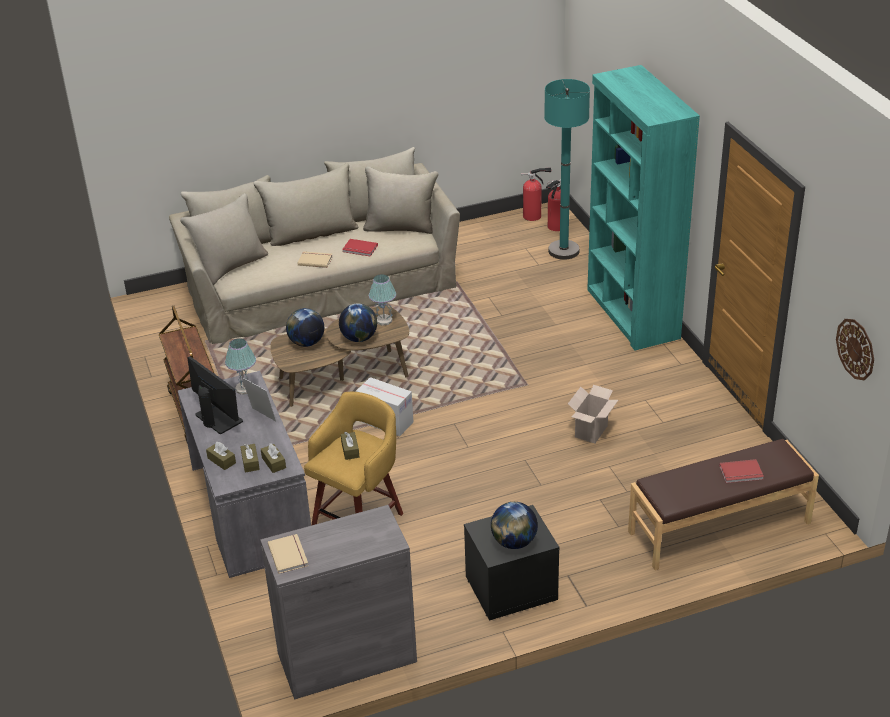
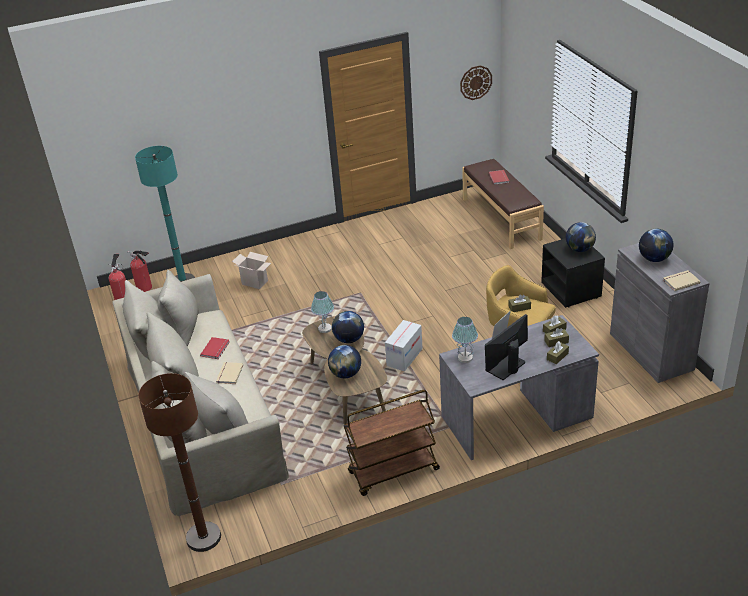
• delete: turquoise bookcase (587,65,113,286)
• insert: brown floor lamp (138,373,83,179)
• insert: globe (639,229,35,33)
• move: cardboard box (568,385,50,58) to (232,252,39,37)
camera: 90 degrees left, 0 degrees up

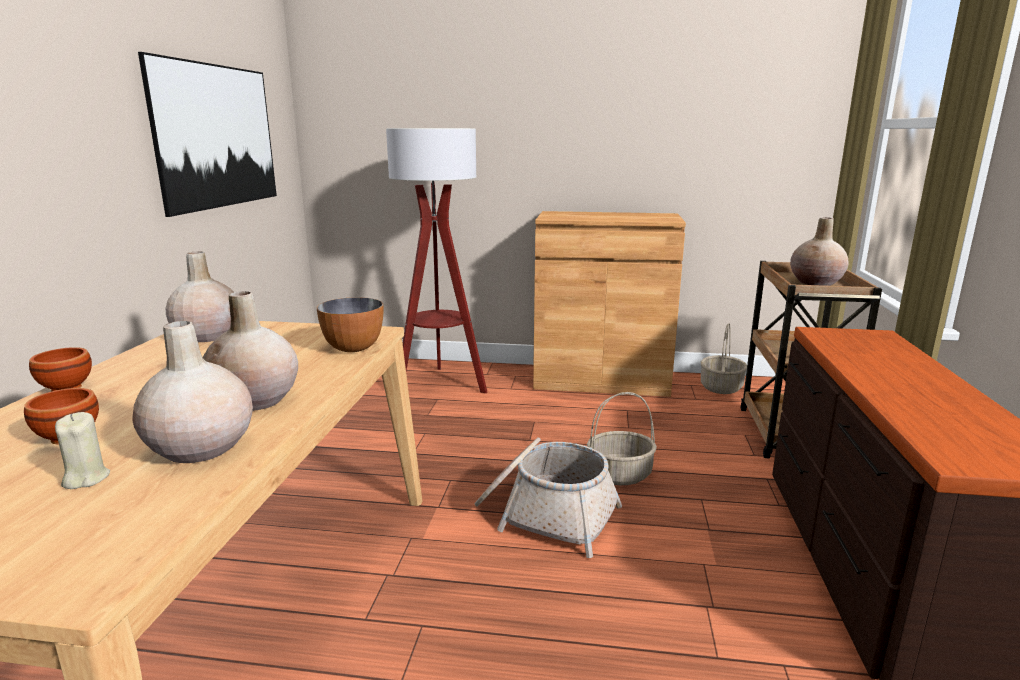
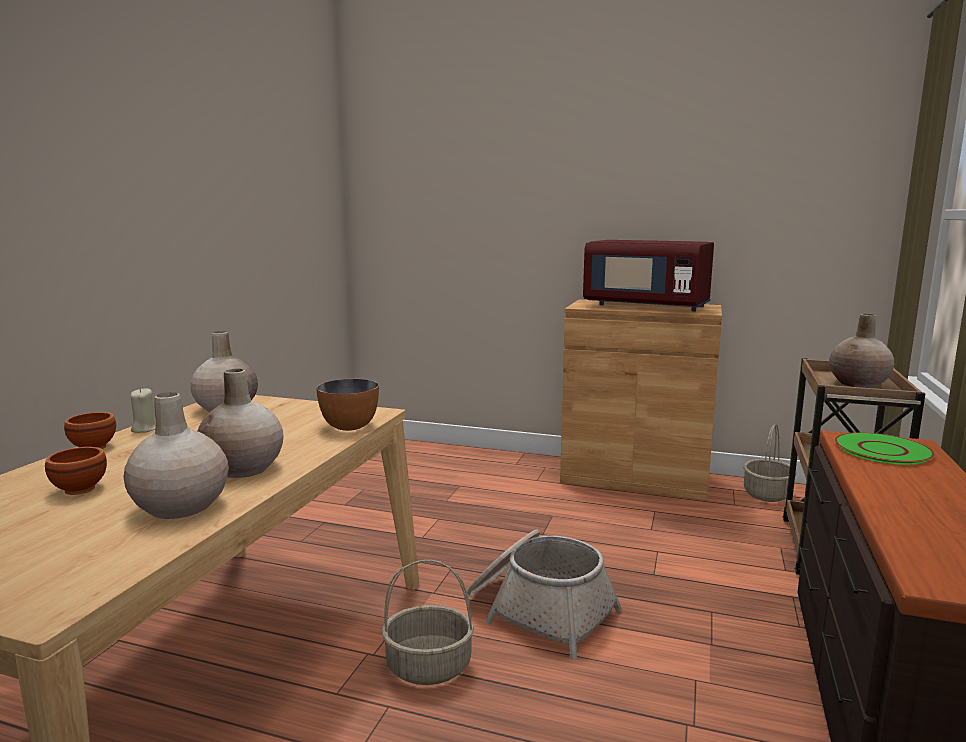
• delete: picture (138,52,139,165)
• delete: floor lamp (386,128,101,265)
• insert: red microwave (583,240,131,72)
• insert: green plate (834,432,101,33)
• move: beige candle (55,412,55,77) to (131,388,25,45)
• move: basket (587,392,70,93) to (382,560,92,125)
camera: 10 degrees right, 5 degrees down

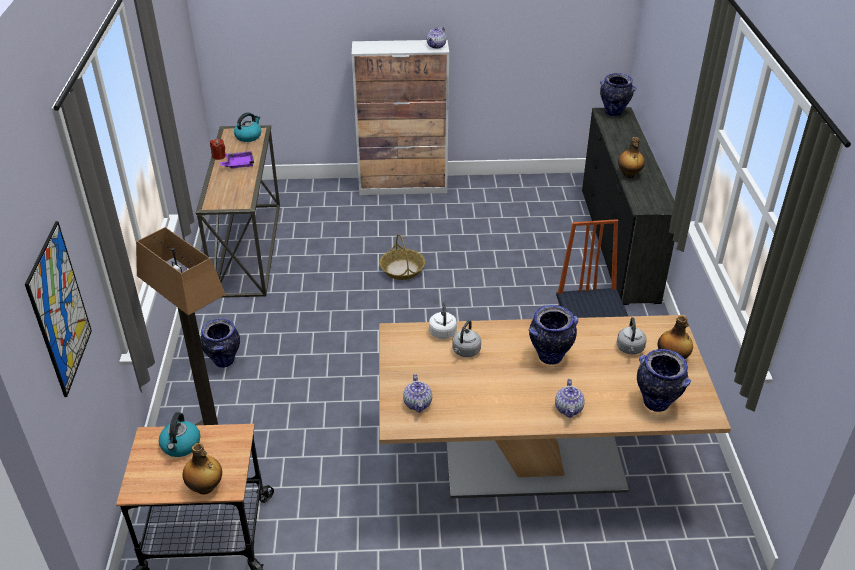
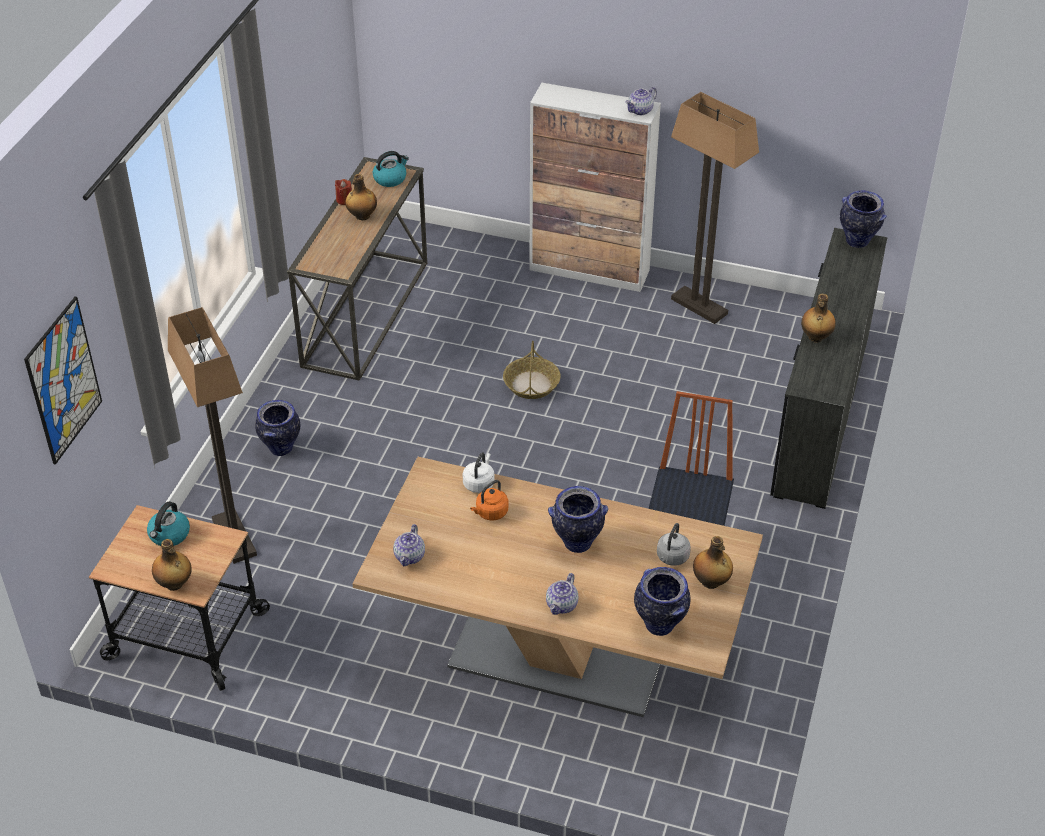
• insert: floor lamp (671,92,88,232)
• replace: purple tray (220,151,34,18) to bottle (345,174,32,46)
• recolor: grey kettle (452,320,29,37) to orange kettle (470,480,38,40)
camera: 20 degrees right, 5 degrees up

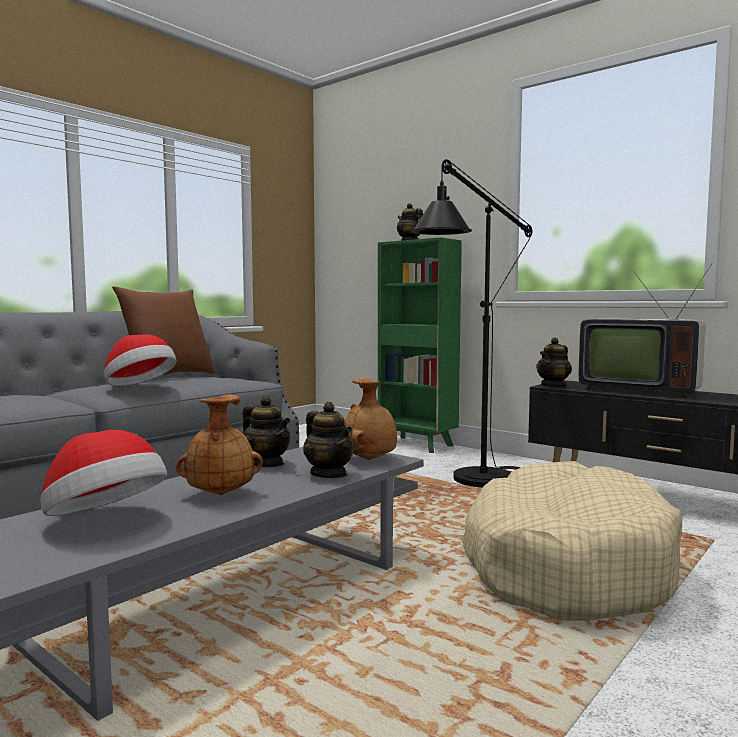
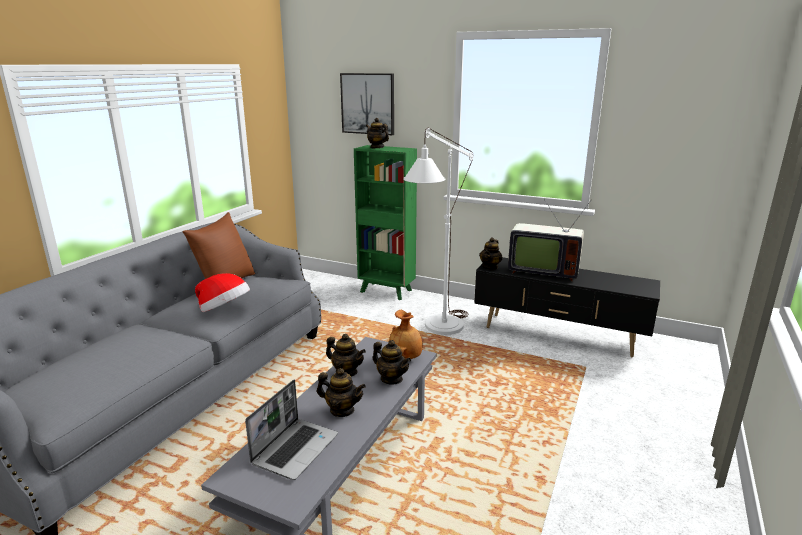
• delete: beige dog bed (462,461,220,159)
• insert: picture (340,73,54,62)
• replace: hat (40,430,127,86) to laptop (245,380,93,100)
• replace: brown vase (176,394,87,101) to teapot (317,368,49,49)
• recolor: black floor lamp (411,159,121,329) to white floor lamp (403,128,71,207)
camera: 15 degrees left, 15 degrees up

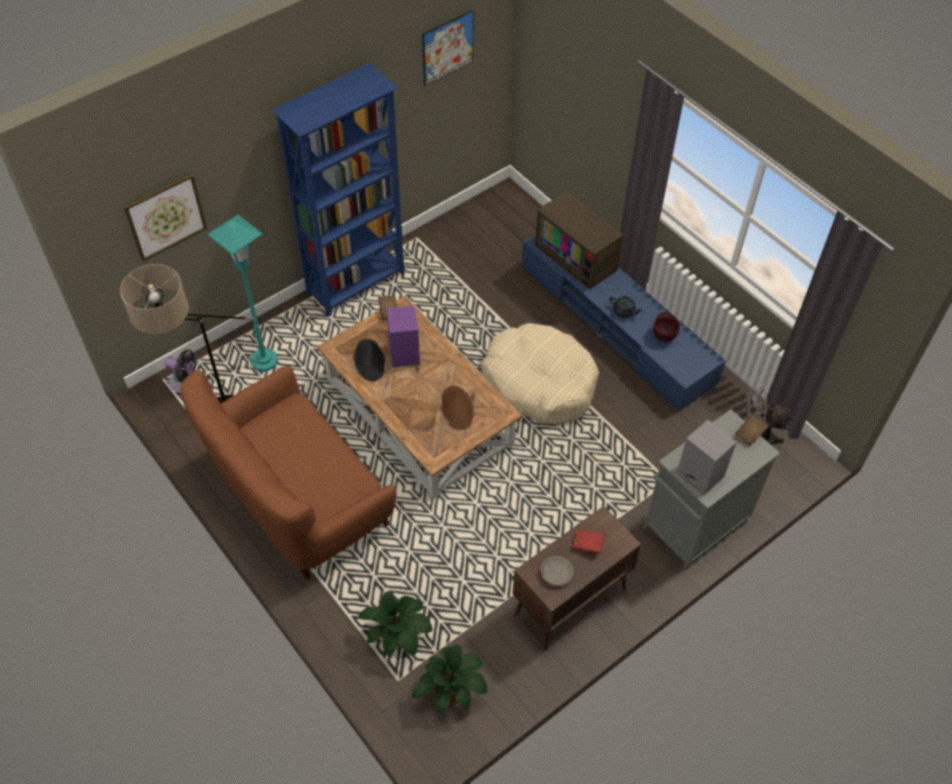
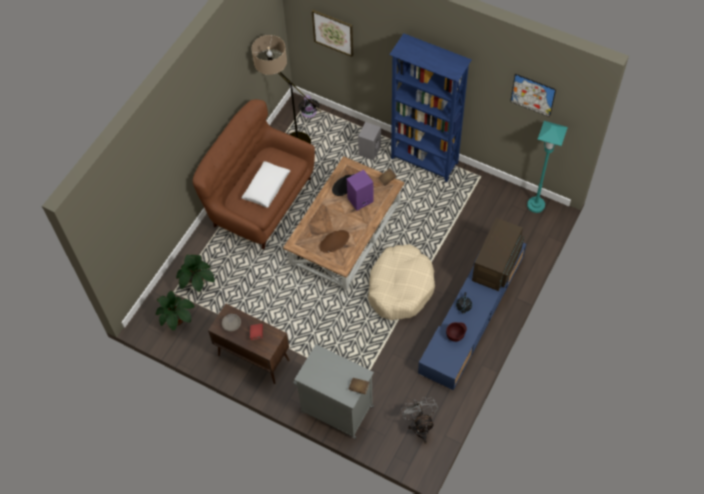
• insert: white pillow (241,161,49,47)
• move: turquoise floor lamp (208,214,70,157) to (527,121,41,92)
• move: grey speaker (677,420,60,75) to (358,122,23,38)
camera: 70 degrees right, 5 degrees up

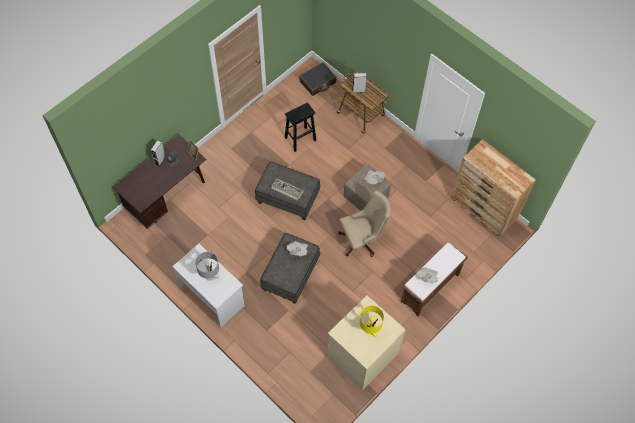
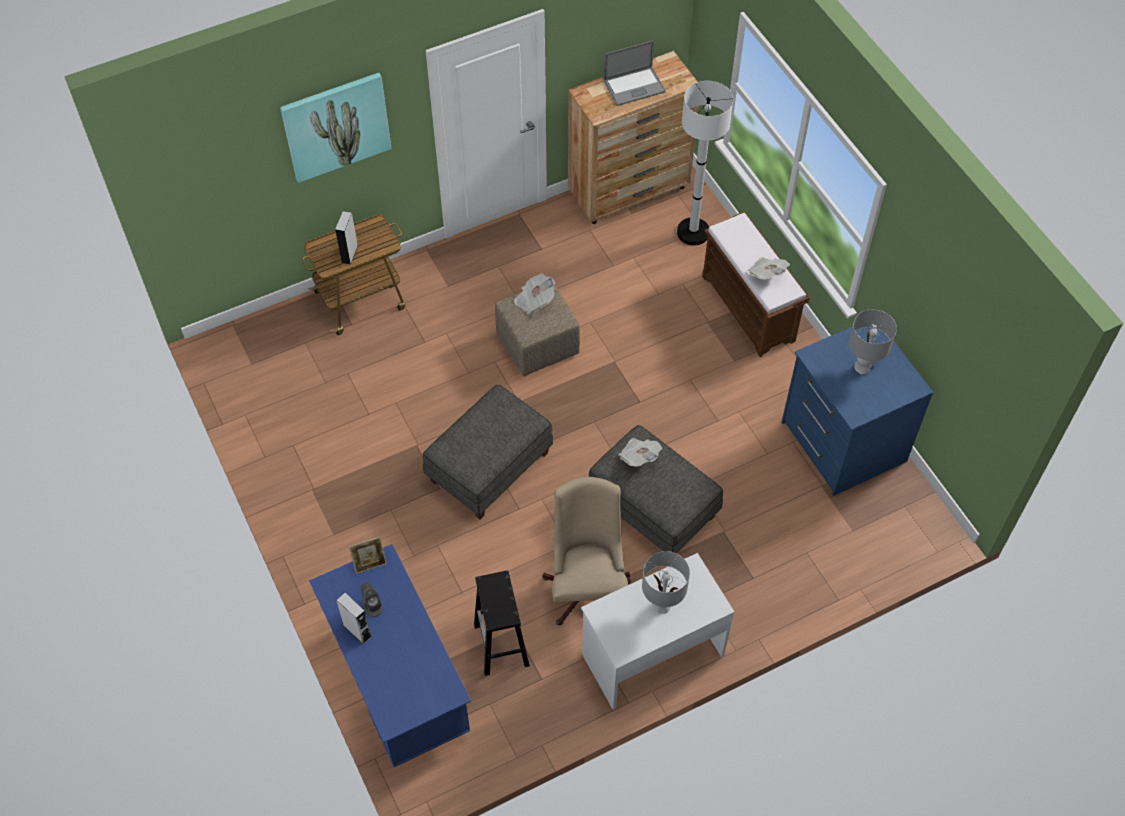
• delete: keyboard (271,178,33,22)
• delete: black suitcase (299,62,37,34)
• insert: picture (280,73,111,110)
• insert: laptop (604,41,62,65)
• insert: white floor lamp (677,81,56,164)
• move: black stool (284,102,32,50) to (474,571,56,105)
• move: beige office chair (338,191,53,66) to (542,477,89,148)
• recolor: brown desk (113,135,94,94) to blue desk (309,544,162,223)
• recolor: beige dresser (327,295,79,95) to blue dresser (781,326,152,170)
• recolor: yellow table lamp (359,306,25,31) to grey table lamp (849,309,48,65)
camera: 70 degrees left, 5 degrees down

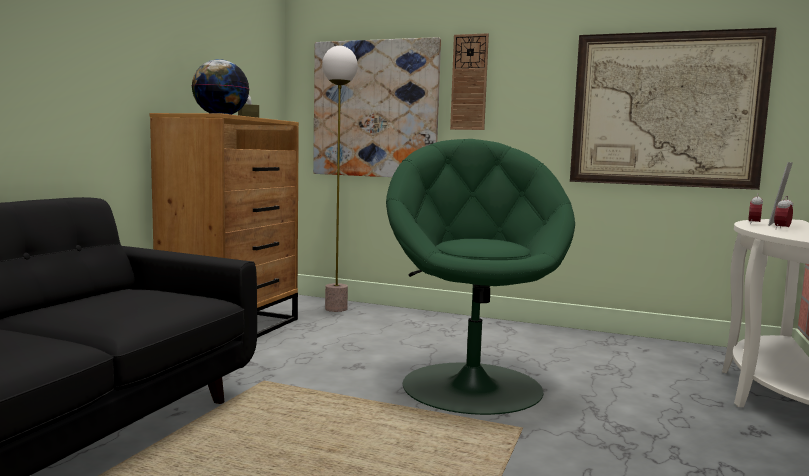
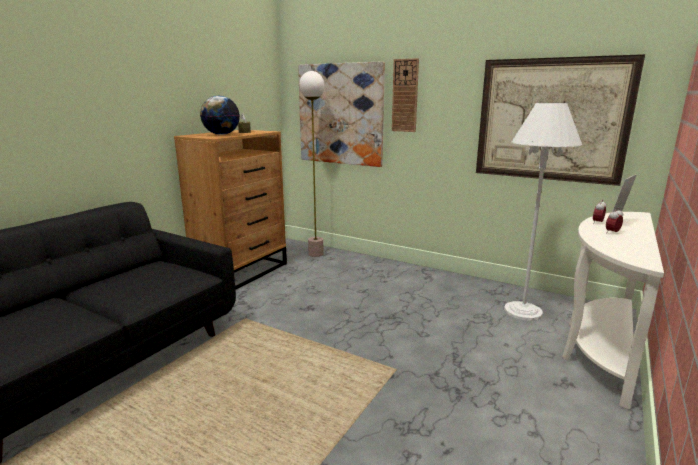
• delete: green armchair (386,139,189,276)
• insert: white floor lamp (504,103,78,218)
camera: 10 degrees right, 10 degrees up

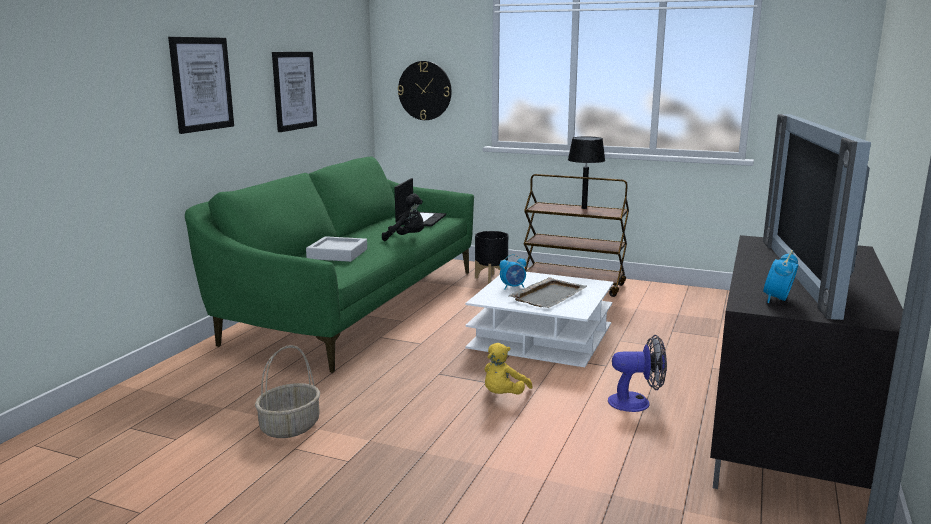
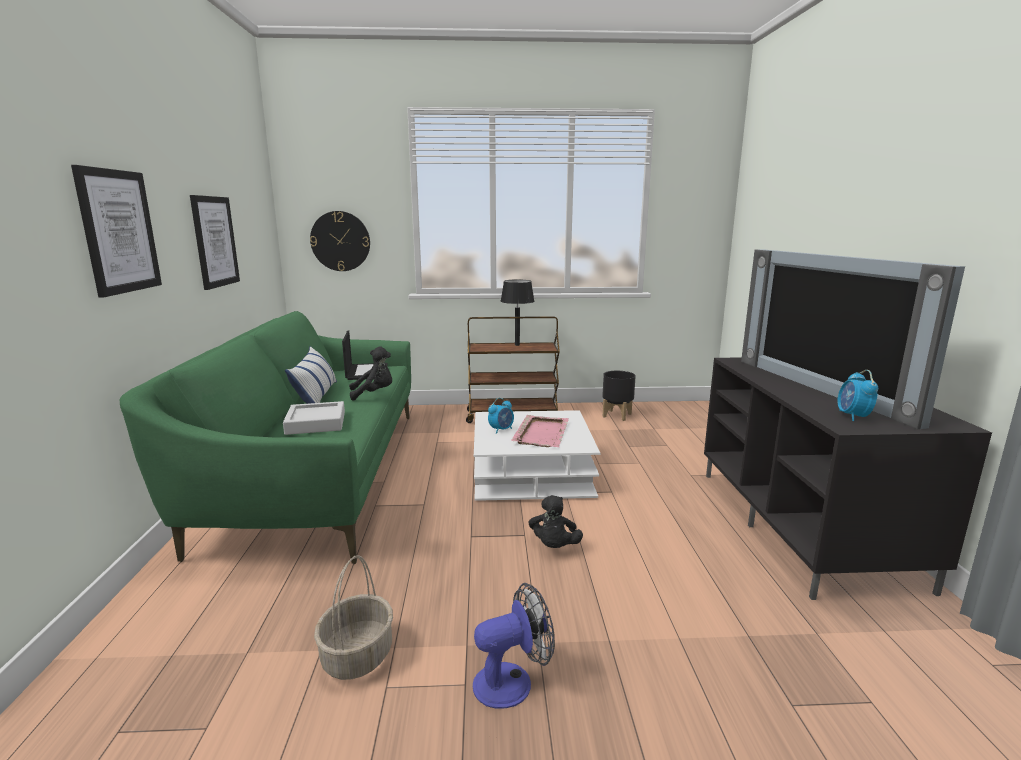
• insert: pillow (285,346,52,58)
• move: black planter (475,231,33,53) to (602,371,34,50)
• move: fan (608,335,59,77) to (473,583,82,126)
• recolor: yellow plush toy (484,343,49,51) to black plush toy (529,495,54,53)
• recolor: grey tray (509,277,79,31) to pink tray (511,415,58,32)
camera: 25 degrees left, 0 degrees up

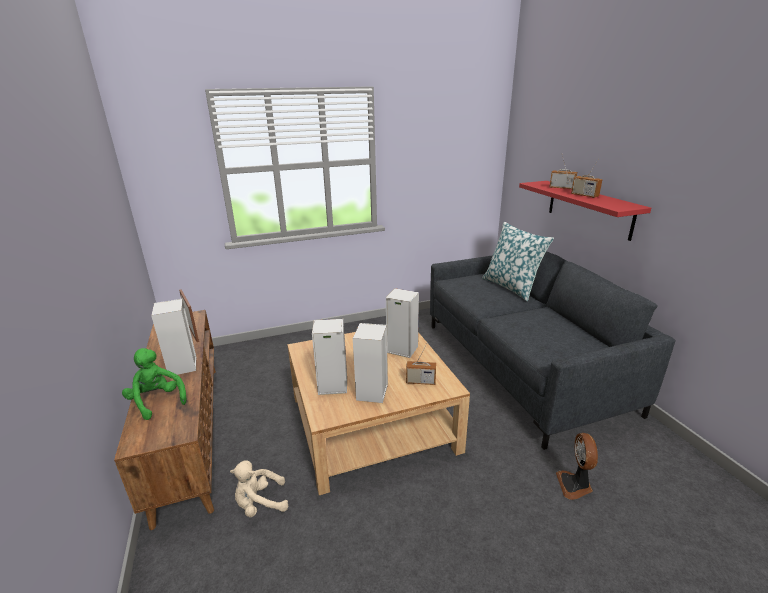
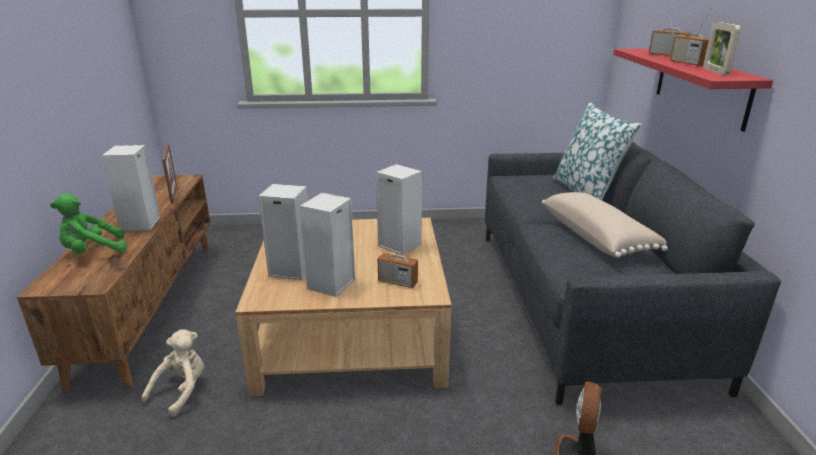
• insert: beige pillow (542,192,126,66)
• insert: picture frame (703,22,38,53)
• rotate: green plush toy (122,348,65,72) = (50,194,77,60) 90 degrees counterclockwise
• rotate: beige plush toy (230,461,59,56) = (142,329,62,88) 120 degrees clockwise
camera: 15 degrees right, 0 degrees up

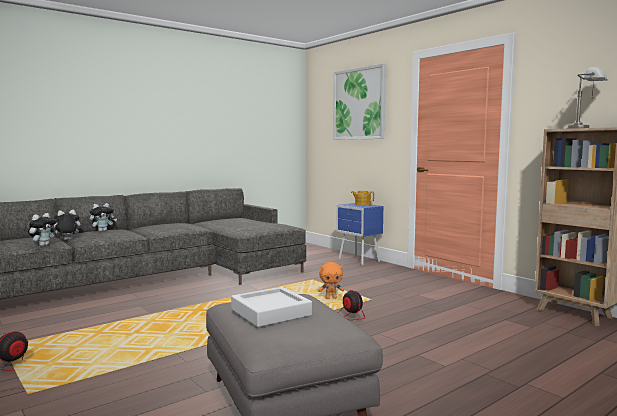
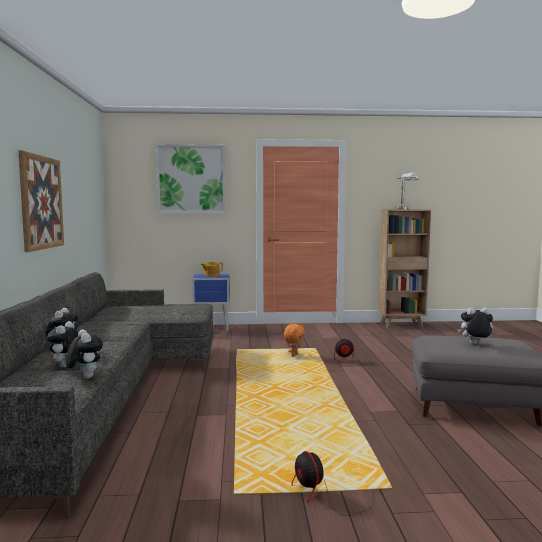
• insert: picture (18,150,46,102)
• replace: grey tray (231,287,81,40) to plush toy (457,308,36,37)
camera: 55 degrees left, 0 degrees up

